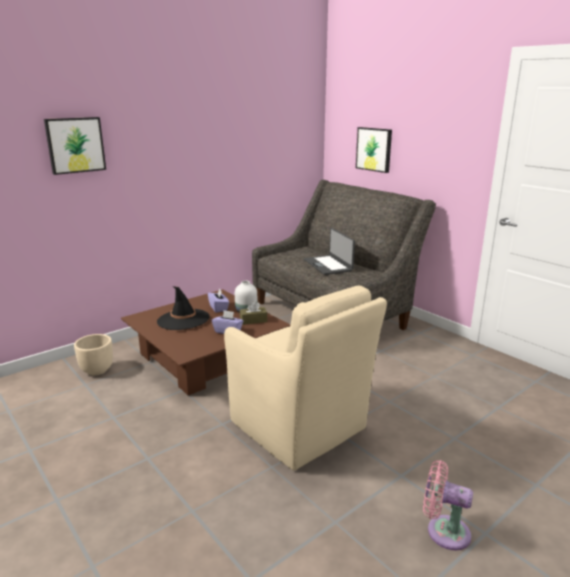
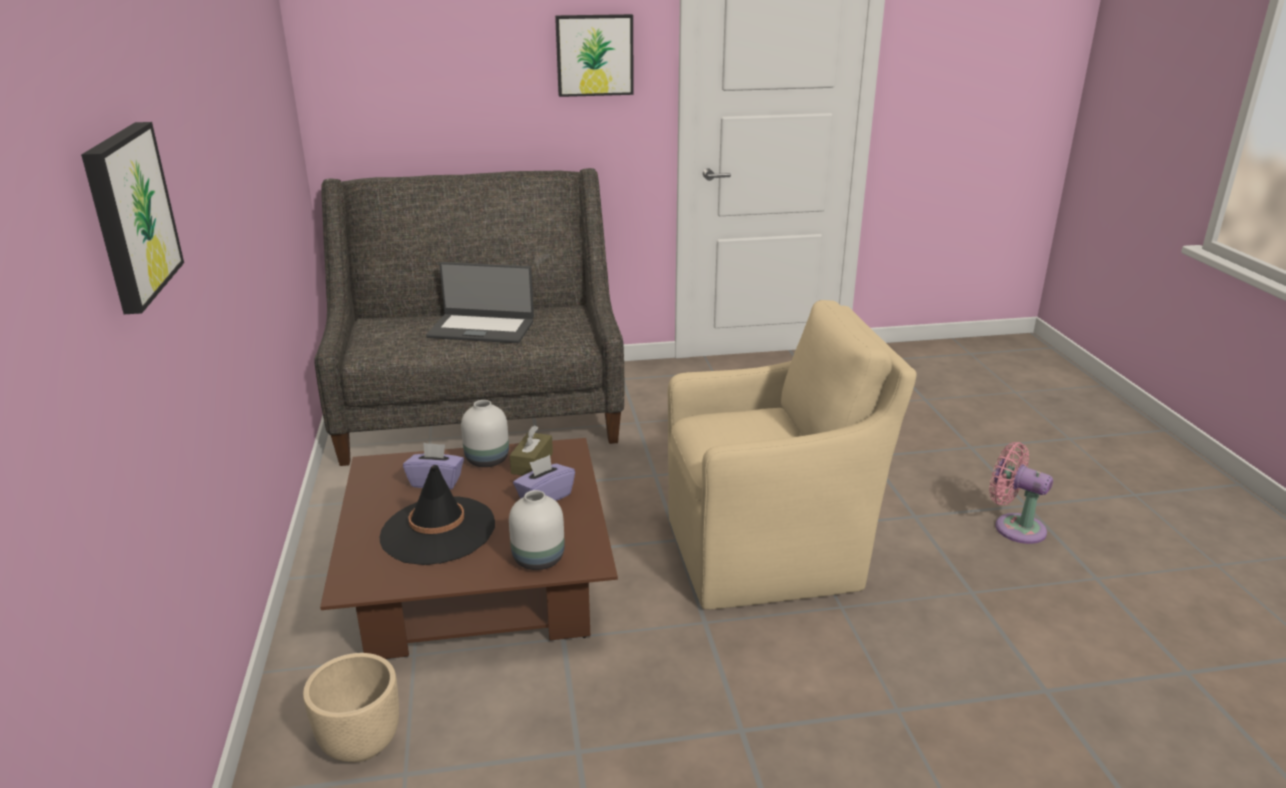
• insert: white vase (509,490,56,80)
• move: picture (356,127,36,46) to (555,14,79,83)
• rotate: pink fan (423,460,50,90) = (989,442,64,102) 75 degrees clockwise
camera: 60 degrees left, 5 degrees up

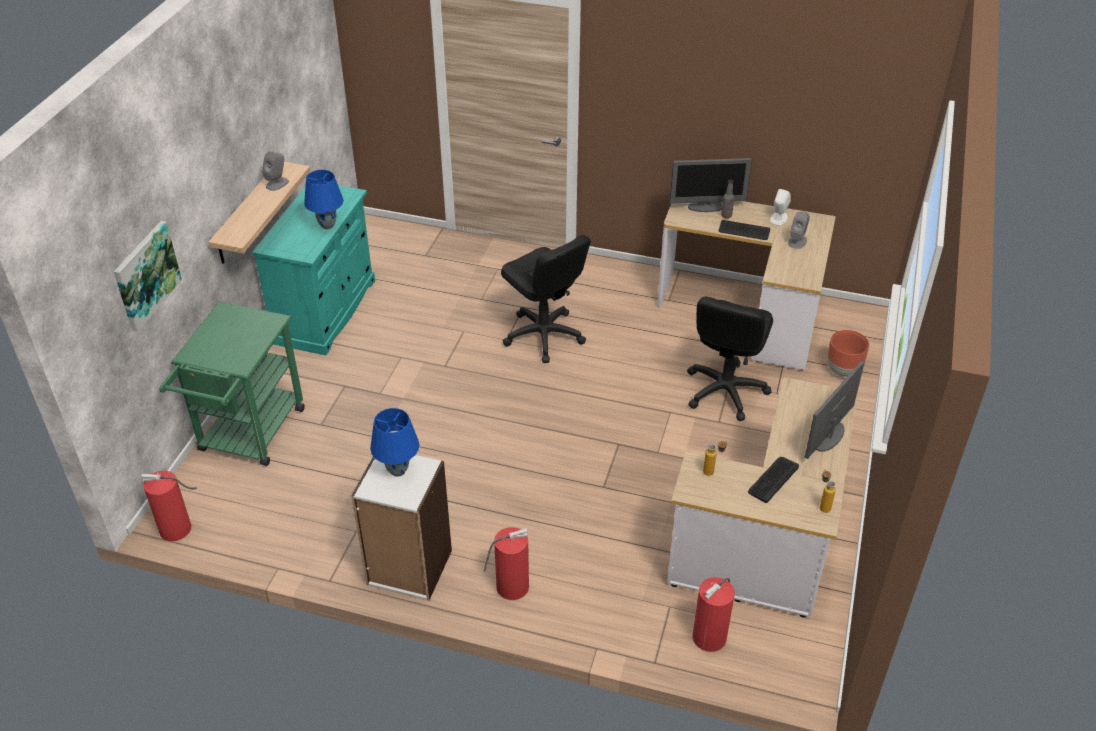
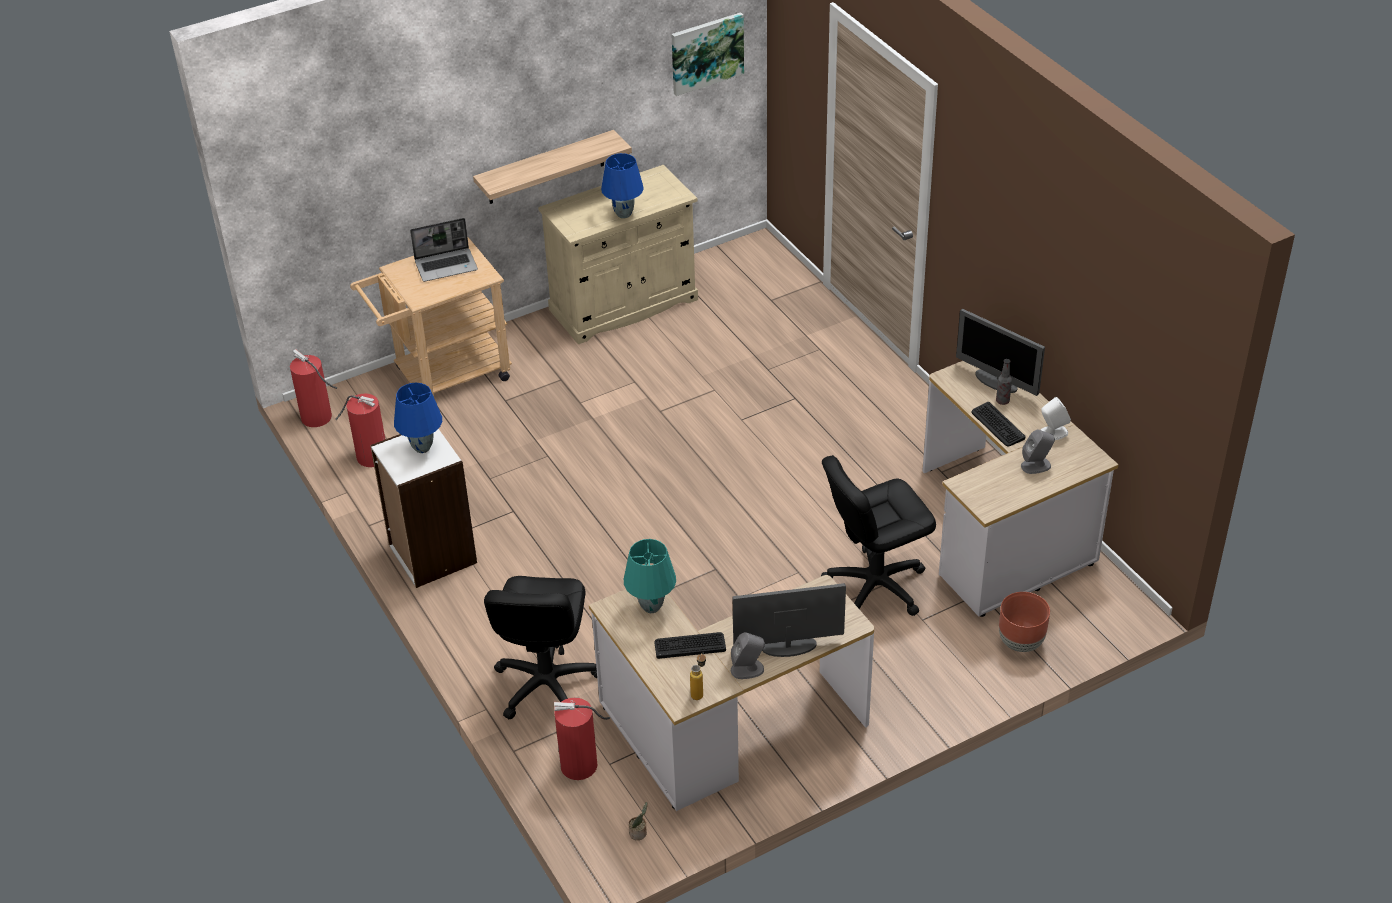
• insert: laptop (410,218,68,64)
• insert: potted plant (628,802,20,38)
• move: picture (114,221,68,111) to (671,12,73,84)
• move: grey speaker (262,151,27,40) to (731,632,34,47)
• move: fire extinguisher (484,527,45,73) to (335,394,50,73)
• move: black office chair (501,235,90,128) to (484,576,113,143)
• replace: bottle (703,441,24,34) to turquoise table lamp (624,539,52,74)
• recolor: green cart (159,302,146,164) to beige cart (350,237,162,159)
• recolor: turquoise cabinet (252,185,123,170) to beige cabinet (538,165,160,179)
camera: 45 degrees right, 0 degrees up

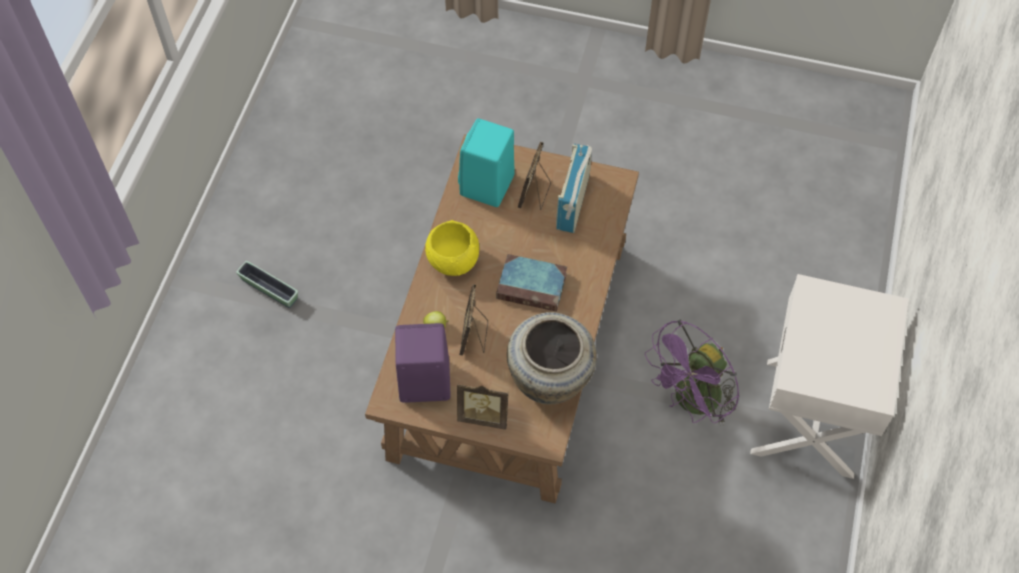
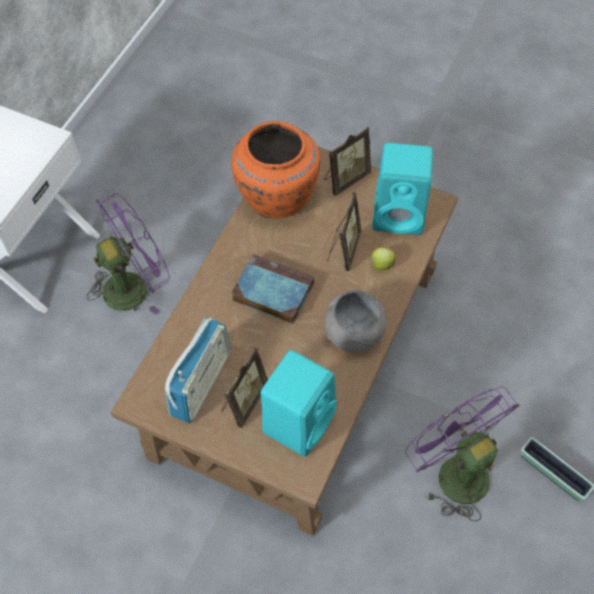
• insert: purple fan (405,386,115,135)
• recolor: purple speaker (395,323,55,80) to turquoise speaker (372,143,61,92)
• recolor: yellow bowl (425,220,54,56) to grey bowl (324,290,62,63)
• recolor: beige vase (507,312,90,93) to orange vase (231,121,90,97)
• rotate: picture frame (457,384,51,46) = (324,127,47,69) 120 degrees clockwise
camera: 170 degrees left, 0 degrees up

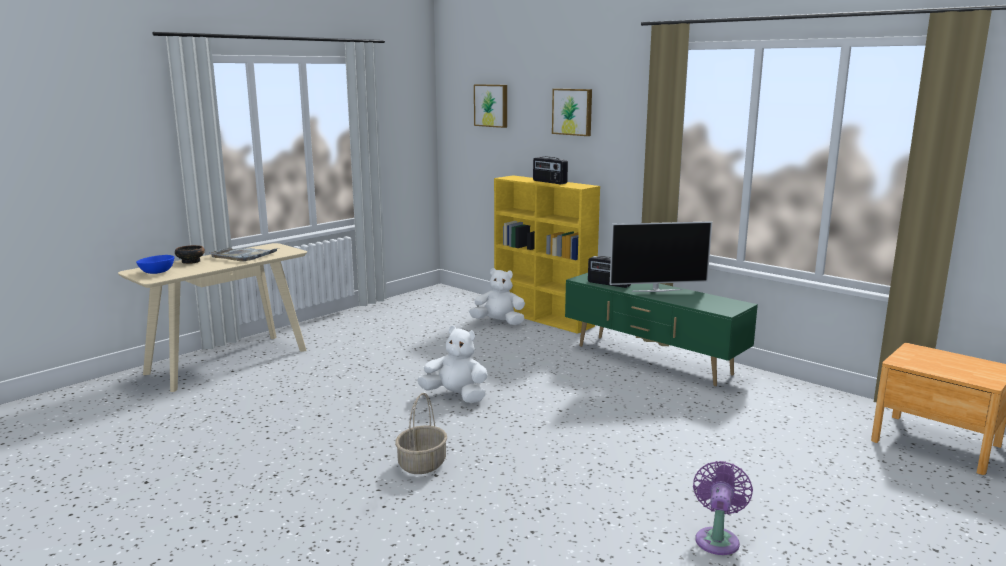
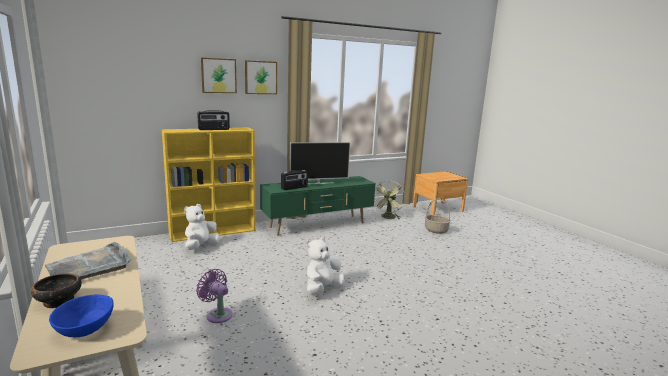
• insert: green fan (374,181,31,38)
• move: basket (395,393,52,81) to (425,199,26,35)
• move: picture (474,84,33,44) to (245,60,32,34)
• move: purple fan (693,461,60,94) to (196,269,37,54)
• rotate: television (610,221,102,71) = (290,142,60,42) 60 degrees clockwise
camera: 70 degrees left, 0 degrees up

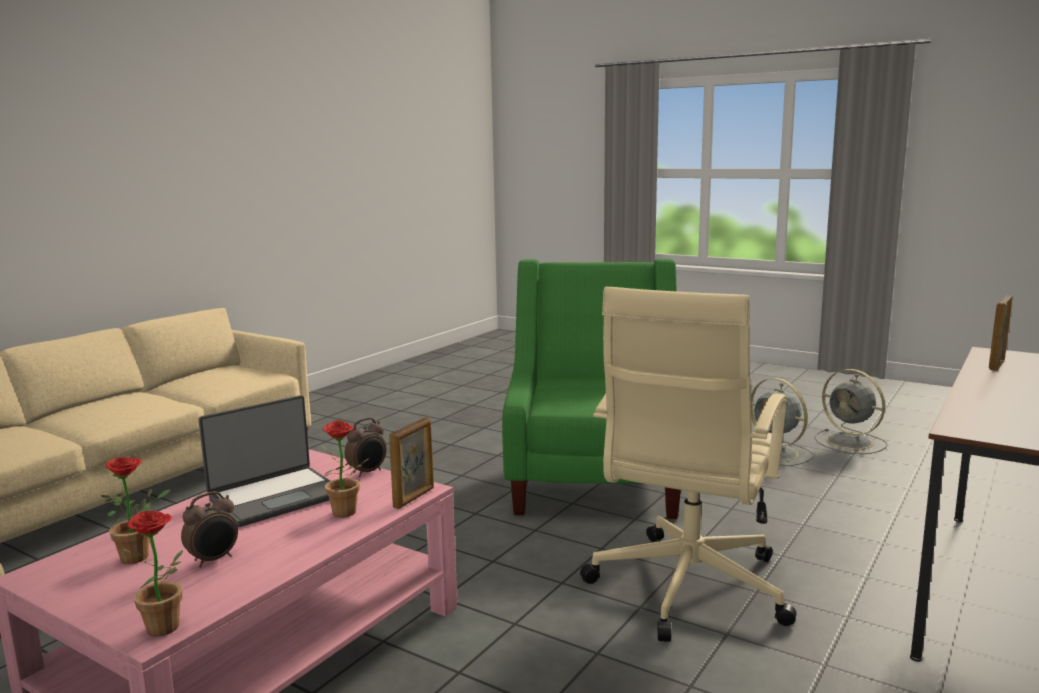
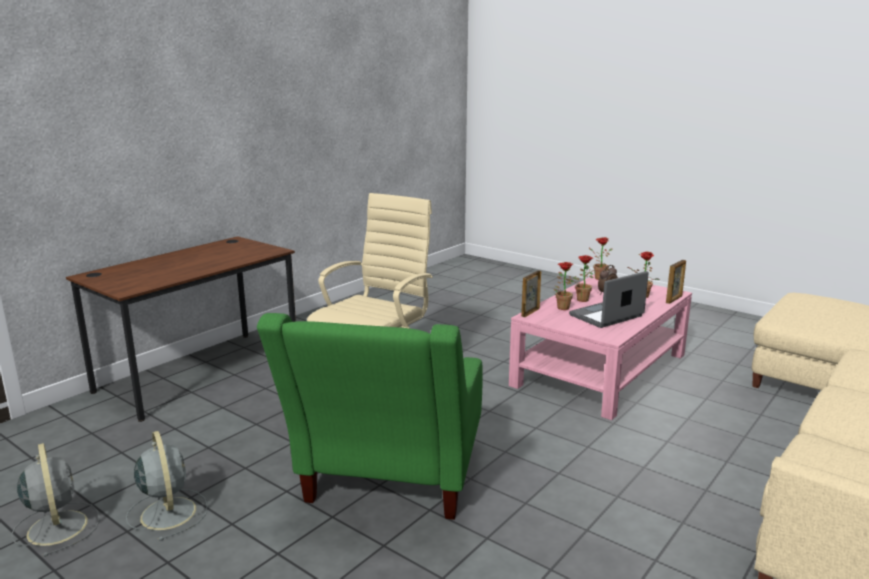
• delete: alarm clock (345,418,42,59)
• insert: potted plant (569,255,25,47)
• move: picture frame (989,295,24,76) to (666,260,20,44)
camera: 175 degrees left, 5 degrees up

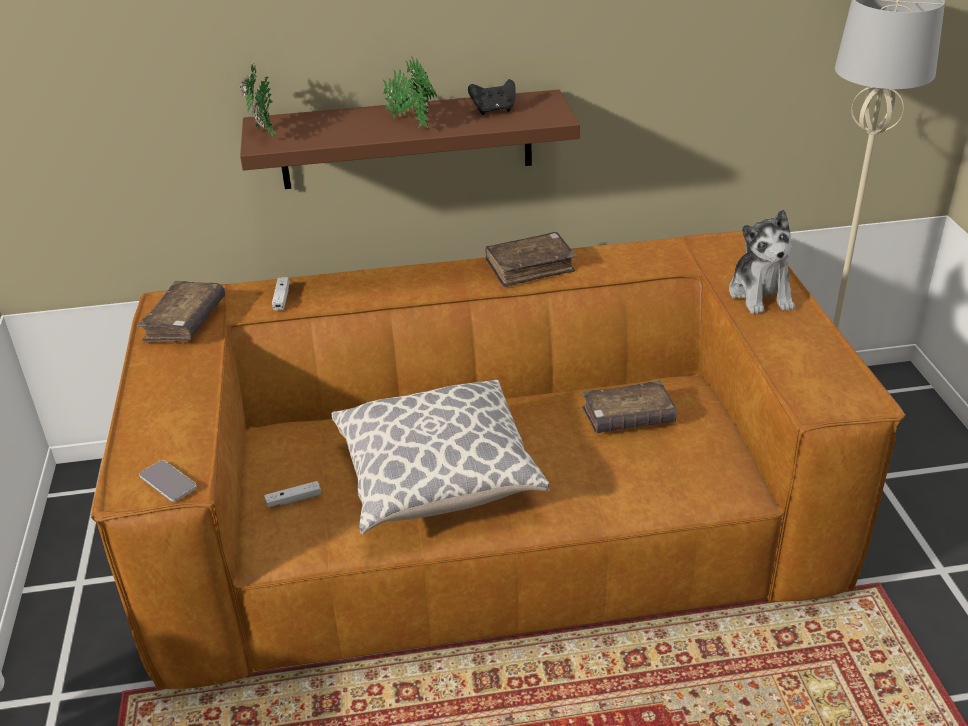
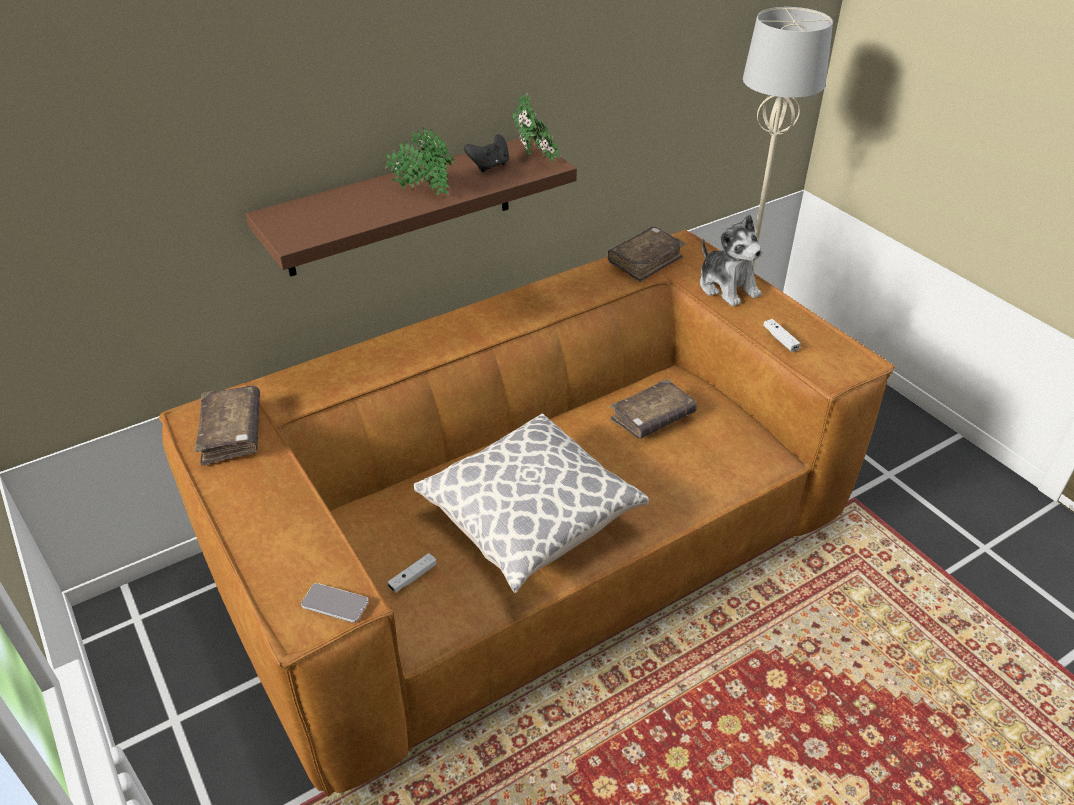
• move: potted plant (240,61,36,77) to (512,93,48,69)
• move: white game controller (272,277,18,34) to (763,319,37,33)
• move: brown book (485,232,92,55) to (608,227,77,55)
camera: 25 degrees left, 5 degrees up

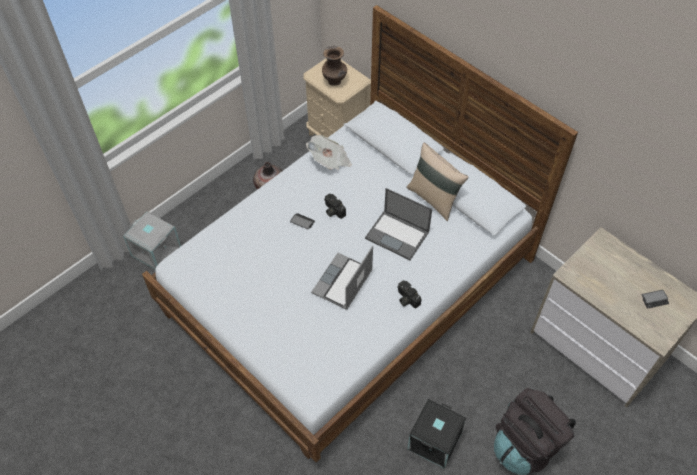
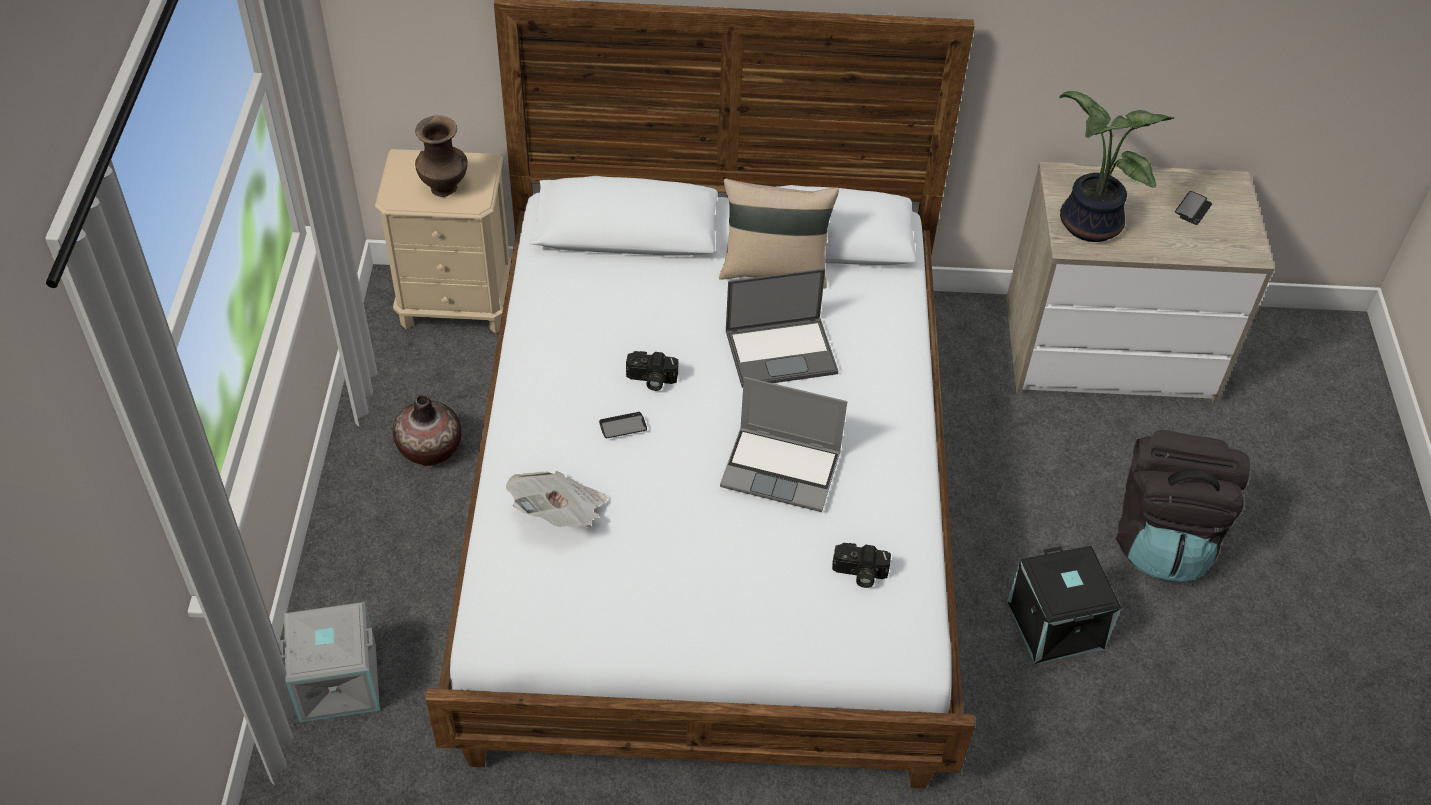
• insert: potted plant (1059,91,116,151)
• move: newspaper (306,135,46,35) to (506,471,102,57)
• move: photo camera (397,280,24,28) to (832,543,59,45)
• rotate: laptop (311,246,62,64) = (720,377,127,135) 60 degrees counterclockwise
camera: 45 degrees left, 5 degrees down

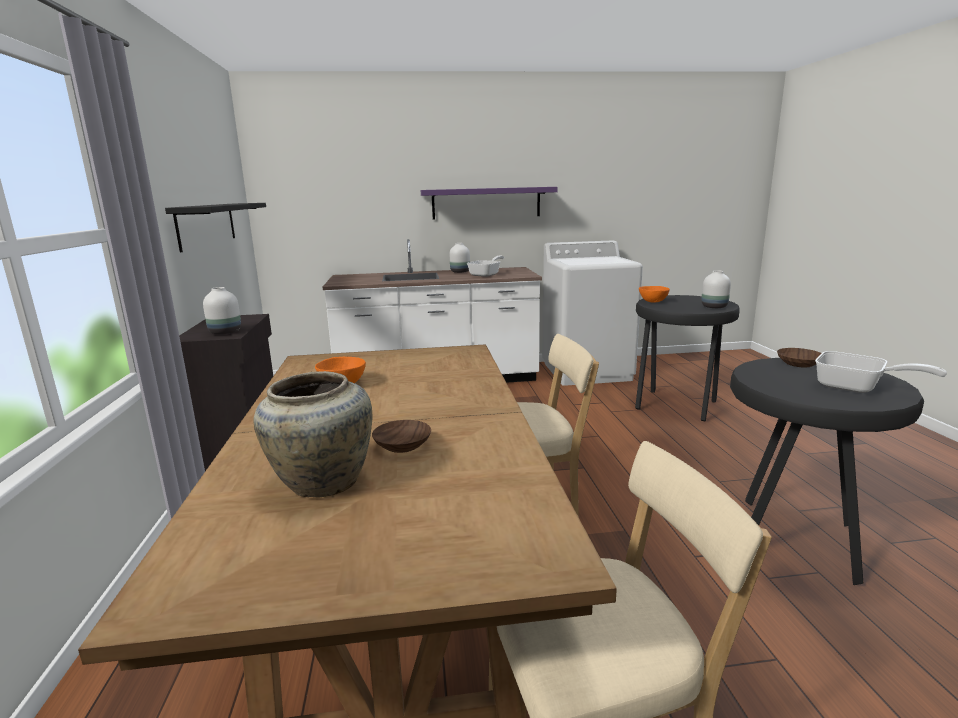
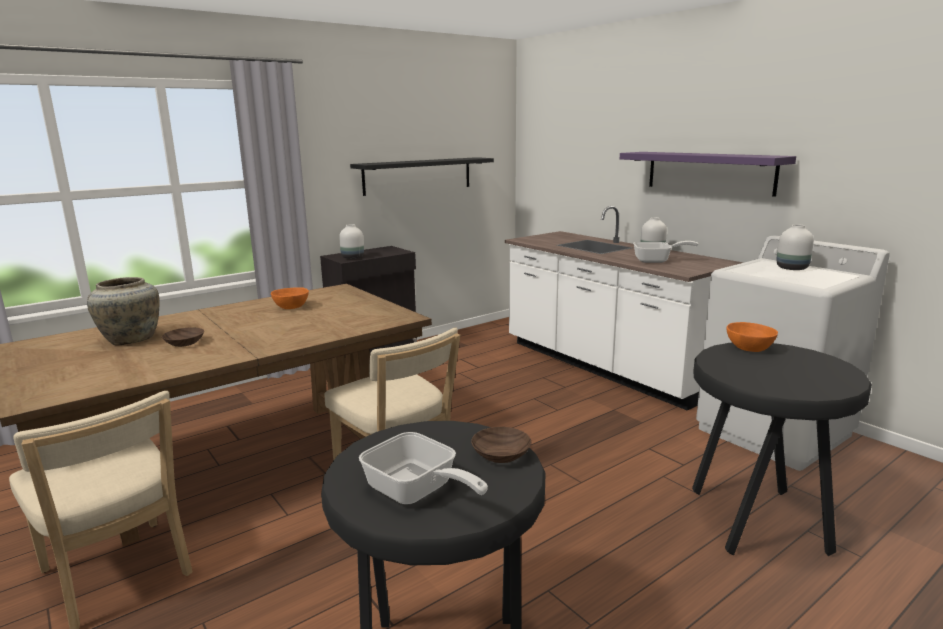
• move: white vase (701,270,30,38) to (776,224,38,46)
• rotate: frying pan (815,351,132,42) = (359,432,129,72) 60 degrees counterclockwise
camera: 60 degrees right, 0 degrees up

